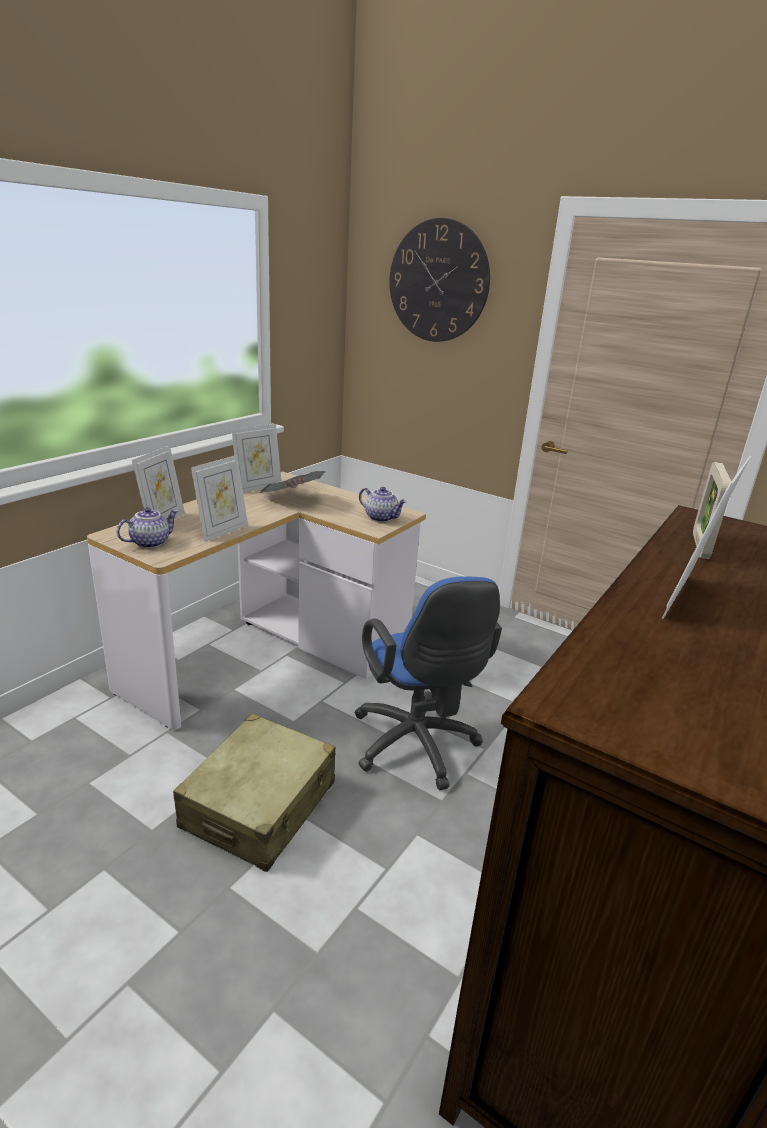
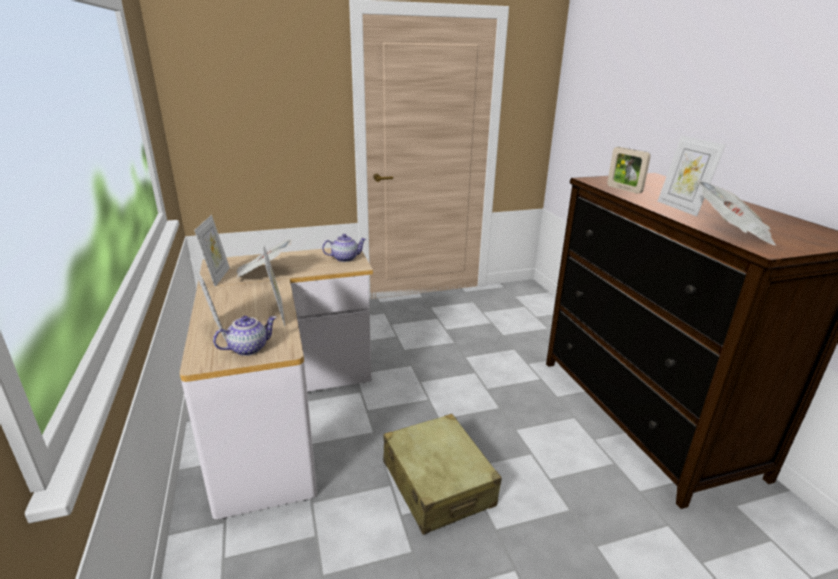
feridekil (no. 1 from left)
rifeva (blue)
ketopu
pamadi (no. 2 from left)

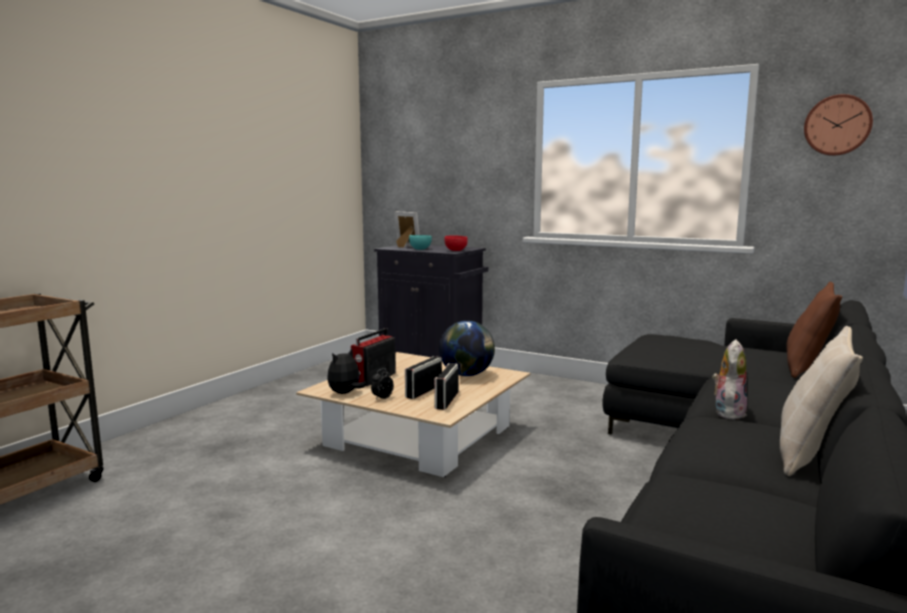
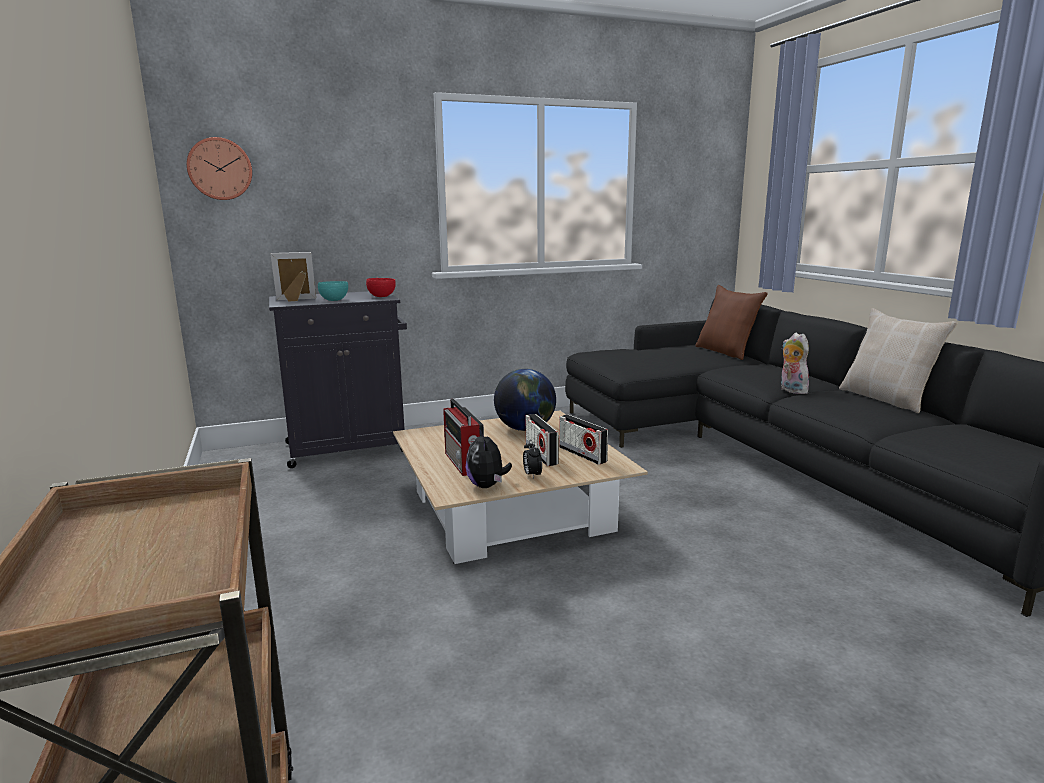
ketopu

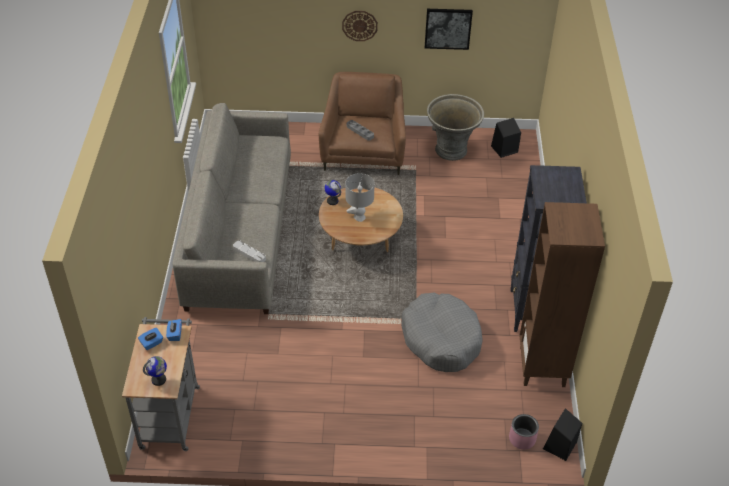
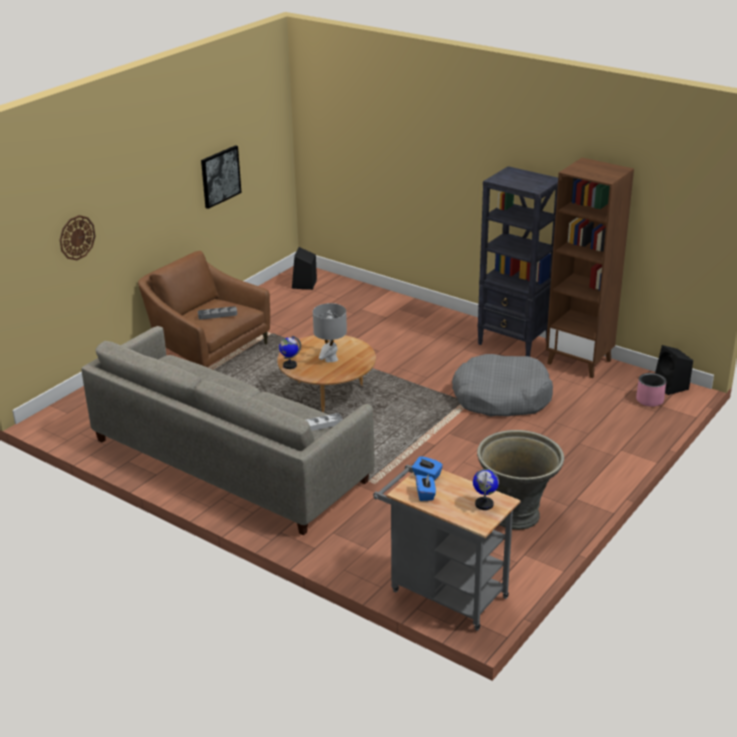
ketopu
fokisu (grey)

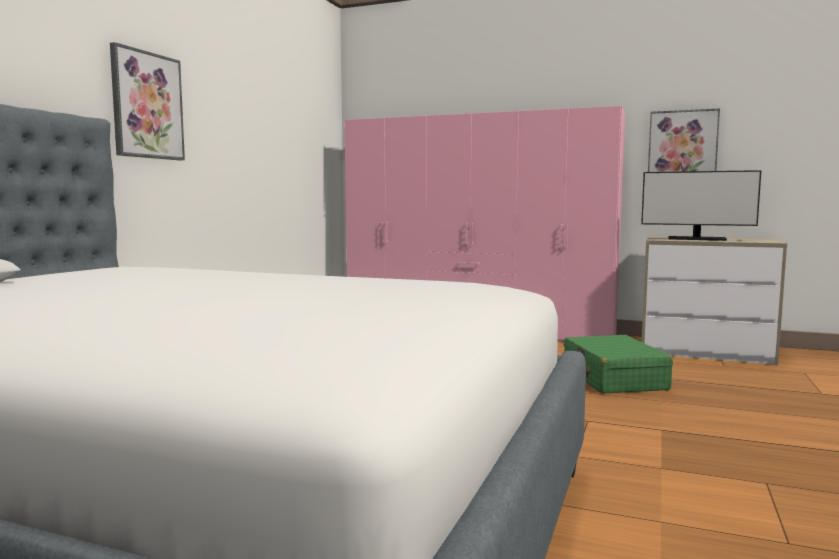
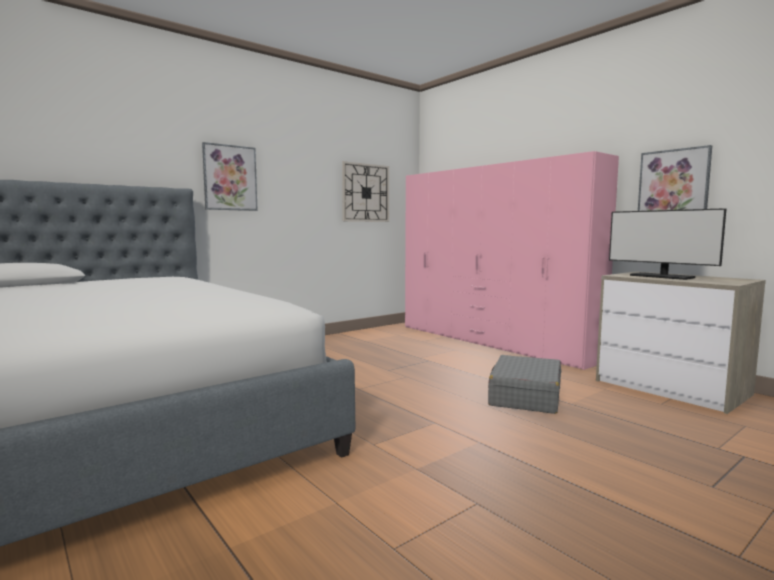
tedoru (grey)
ketopu

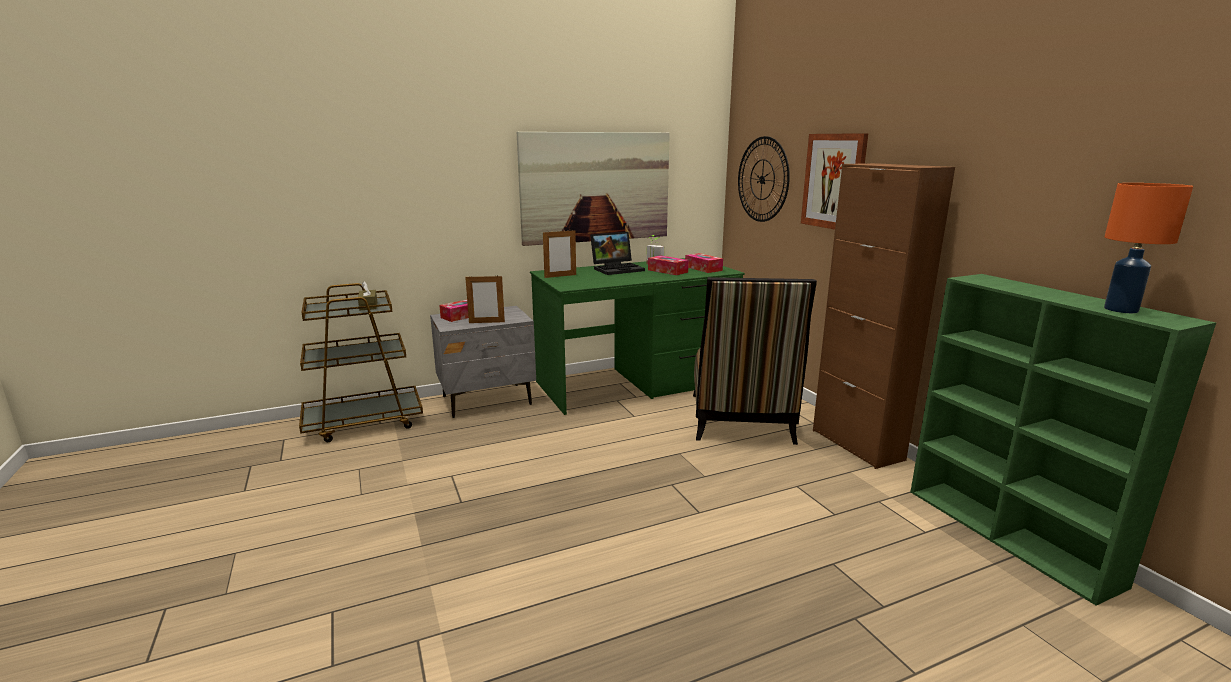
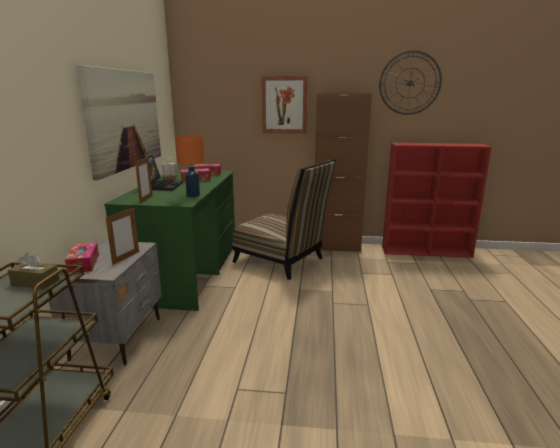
ketopu
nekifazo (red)
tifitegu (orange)

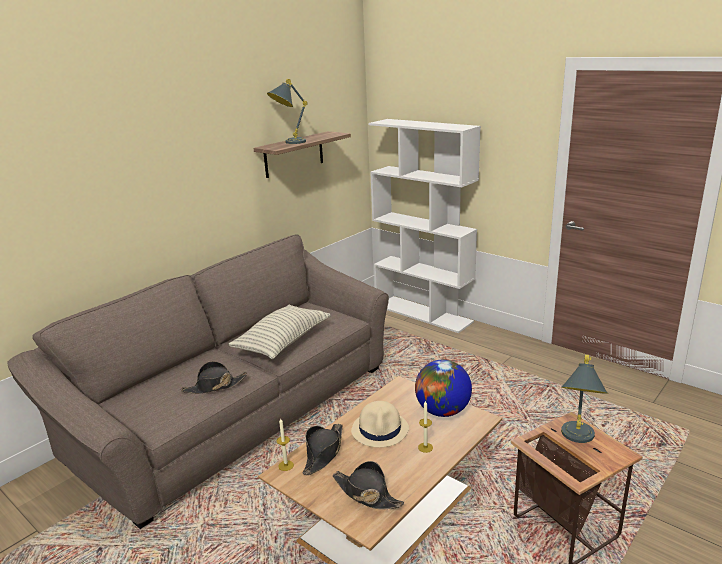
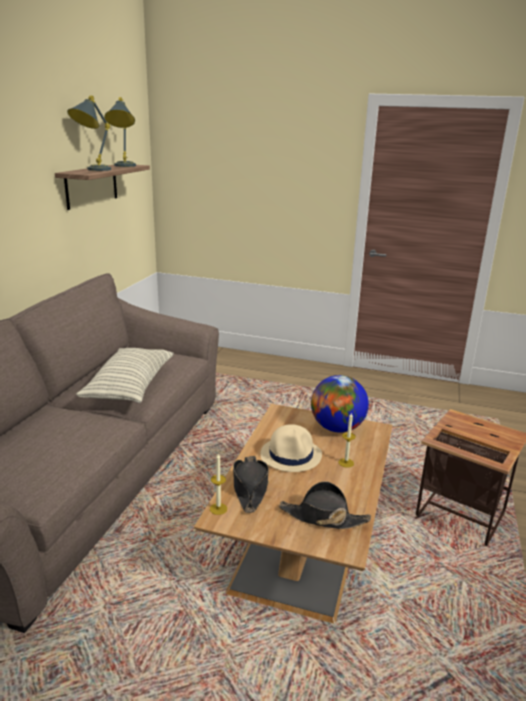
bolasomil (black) (no. 1 from left in the first image)
nekifazo (white)
tifitegu (grey) (no. 2 from left)

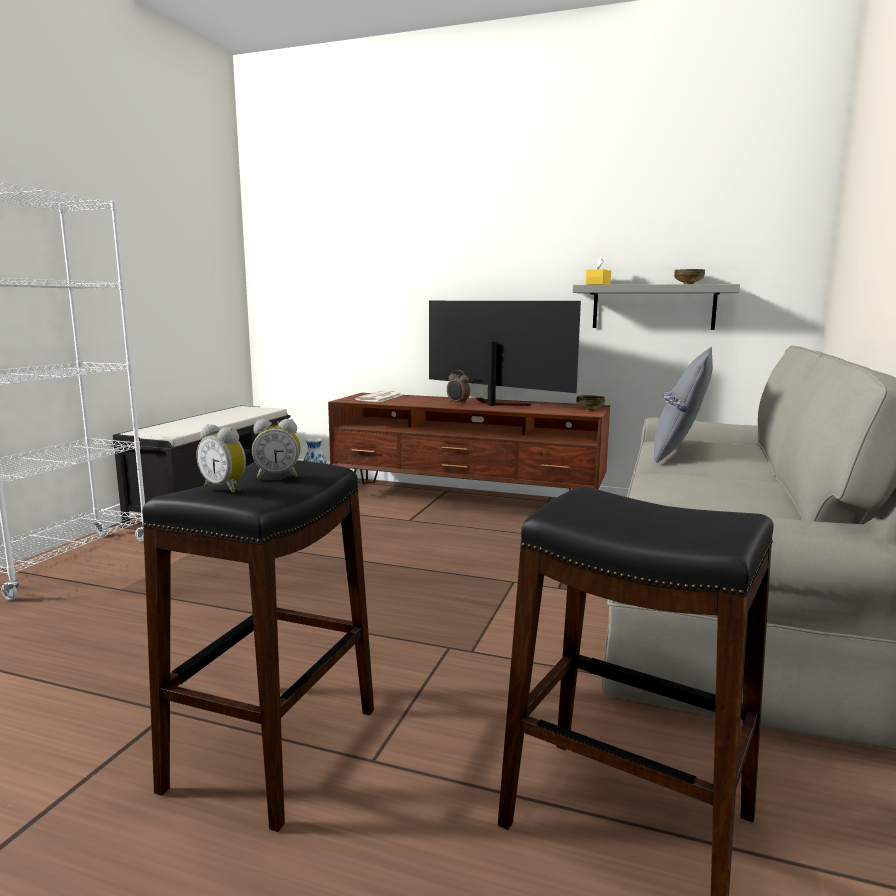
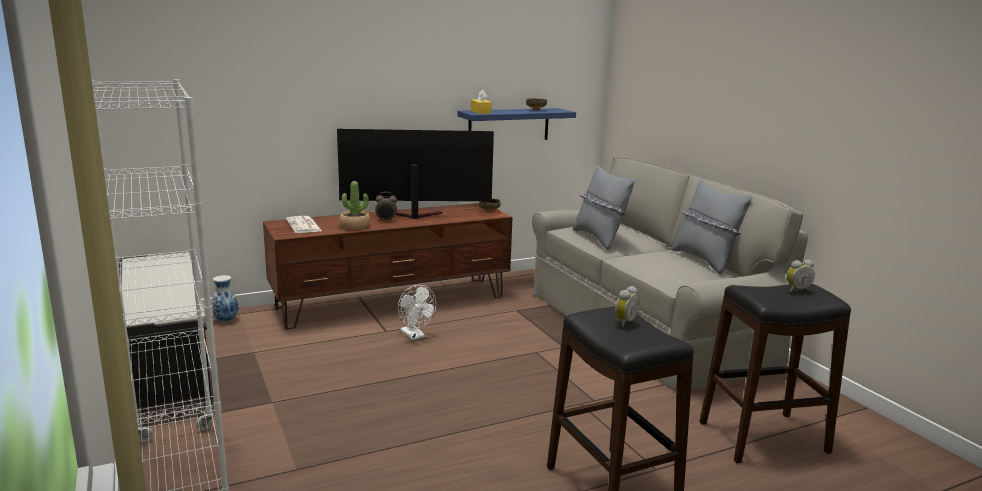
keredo (no. 3 from left)
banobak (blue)
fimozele
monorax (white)
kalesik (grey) (no. 2 from left)

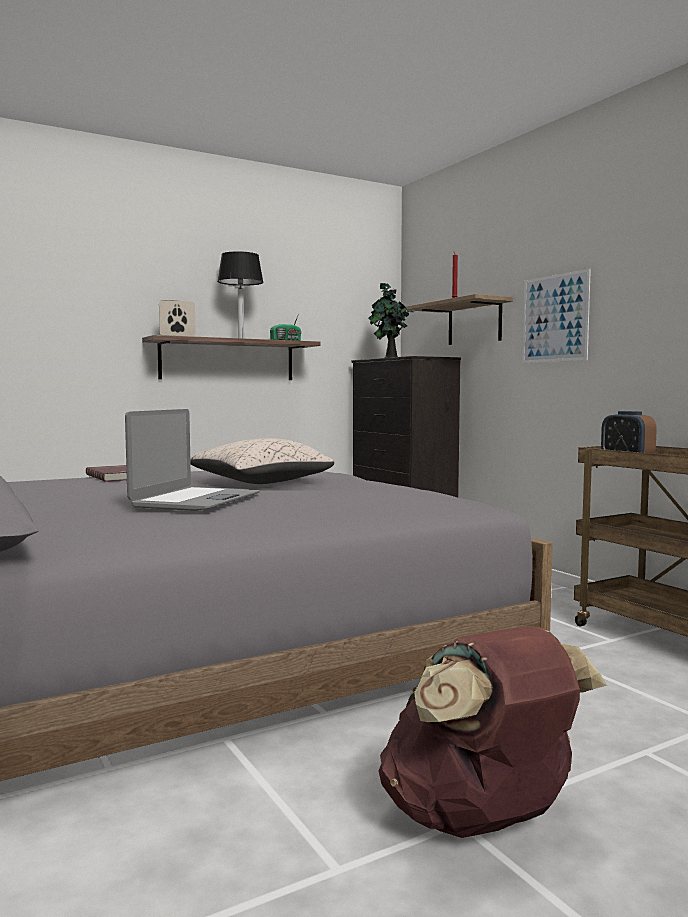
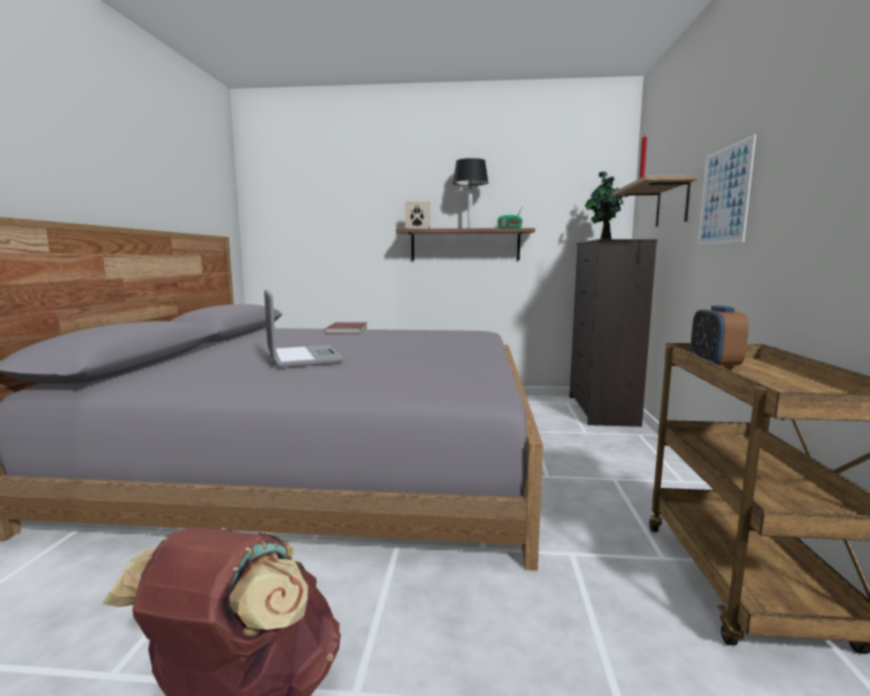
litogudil
kalesik (beige)

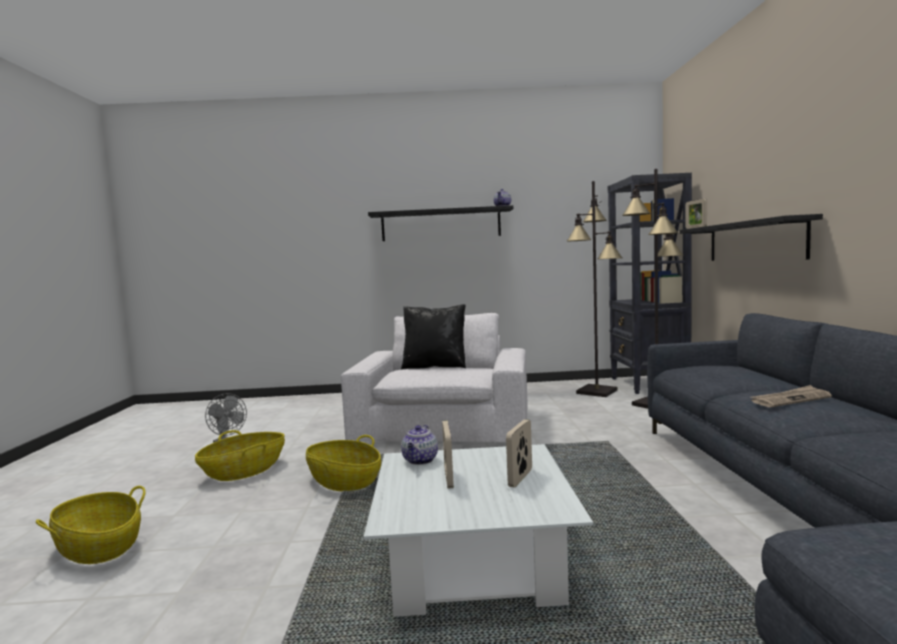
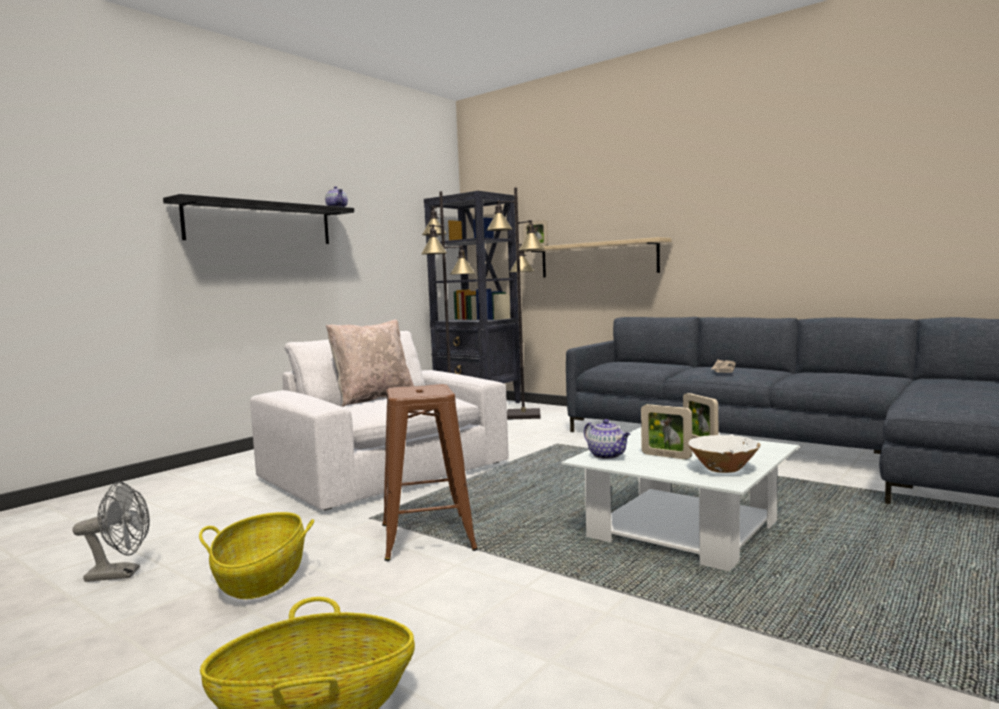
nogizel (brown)
kalesik (beige)
banobak (beige)
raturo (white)

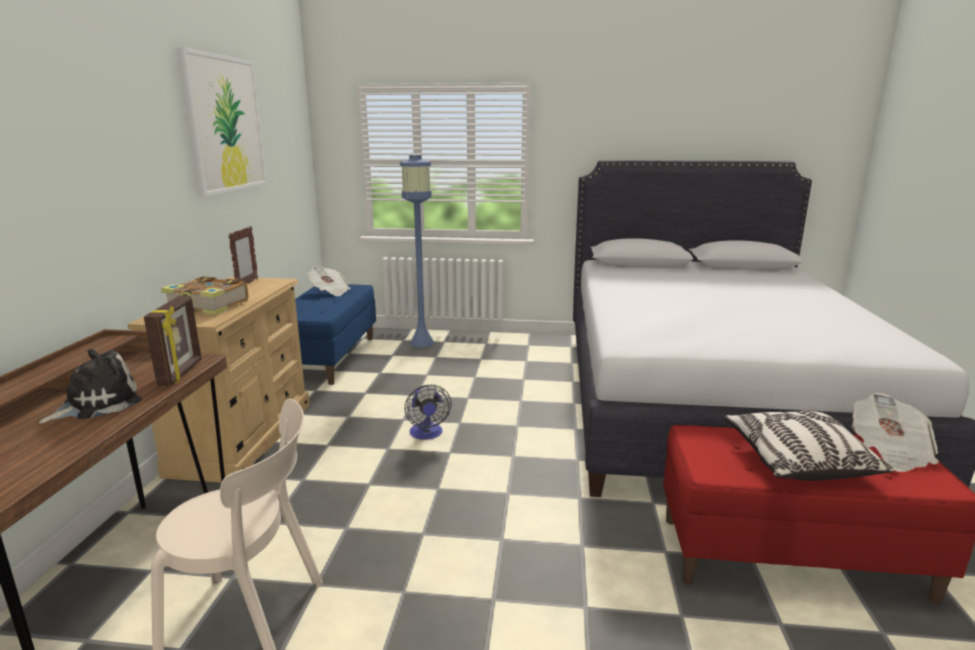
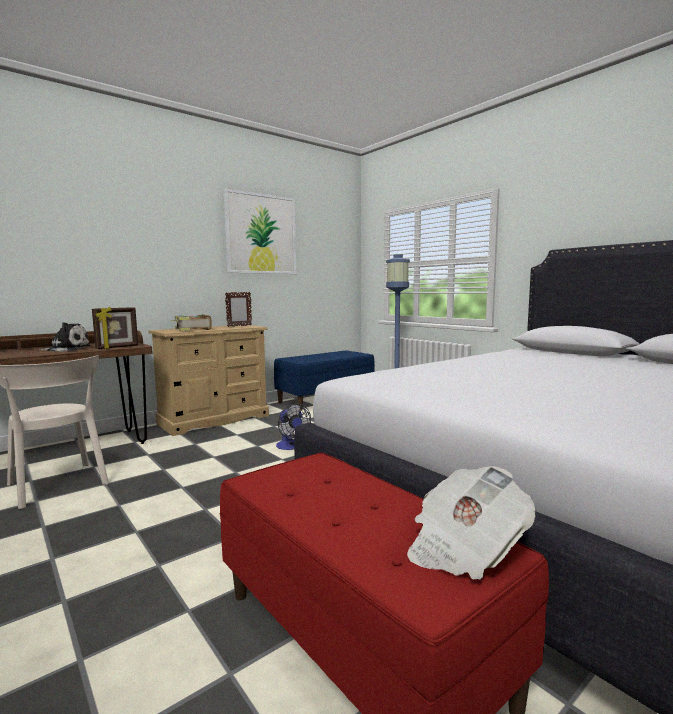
pamadi (no. 1 from left in the first image)
monorax
kalesik

